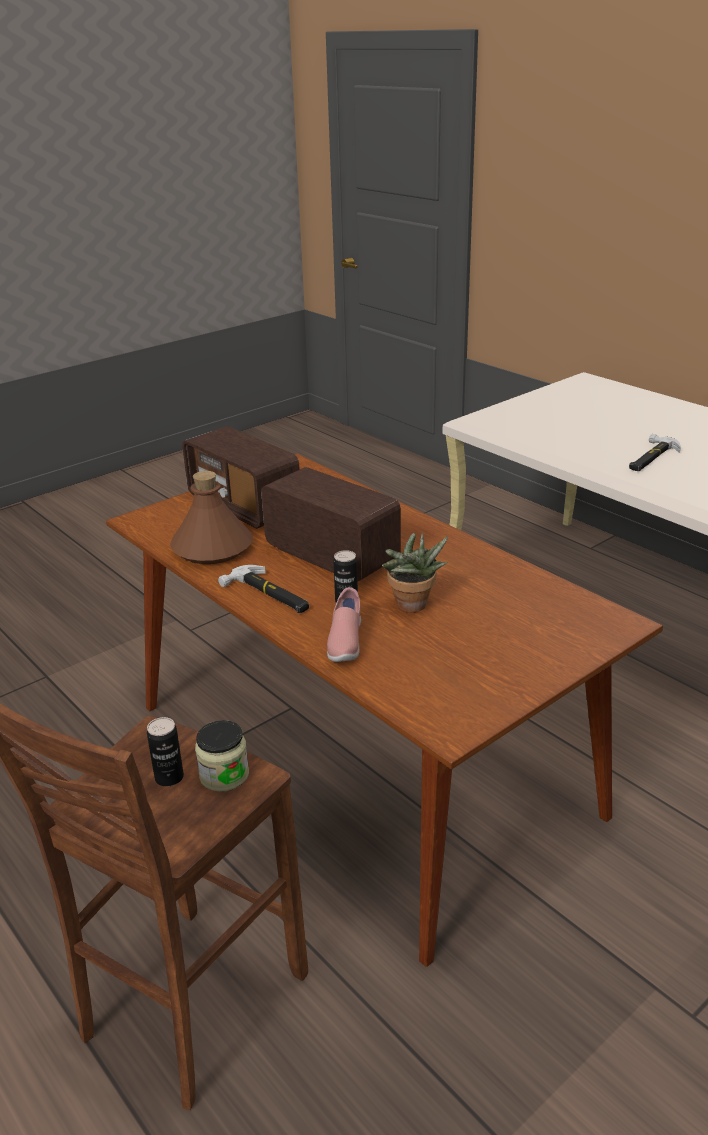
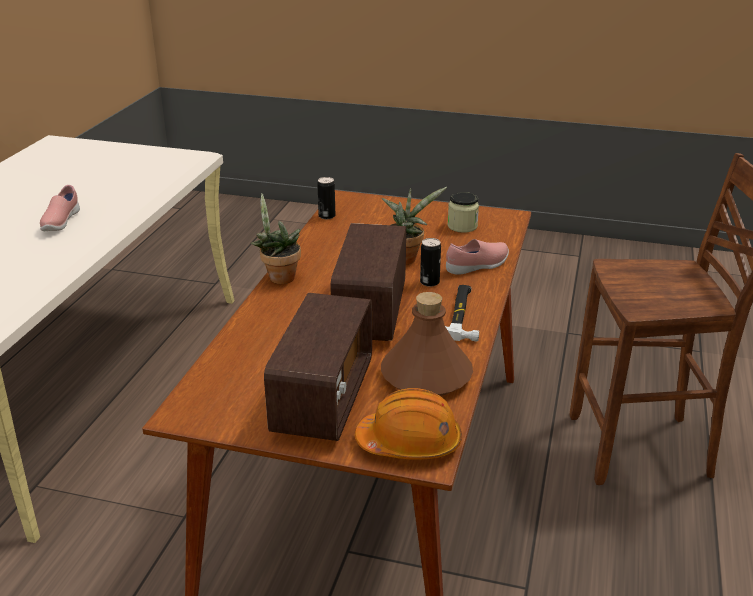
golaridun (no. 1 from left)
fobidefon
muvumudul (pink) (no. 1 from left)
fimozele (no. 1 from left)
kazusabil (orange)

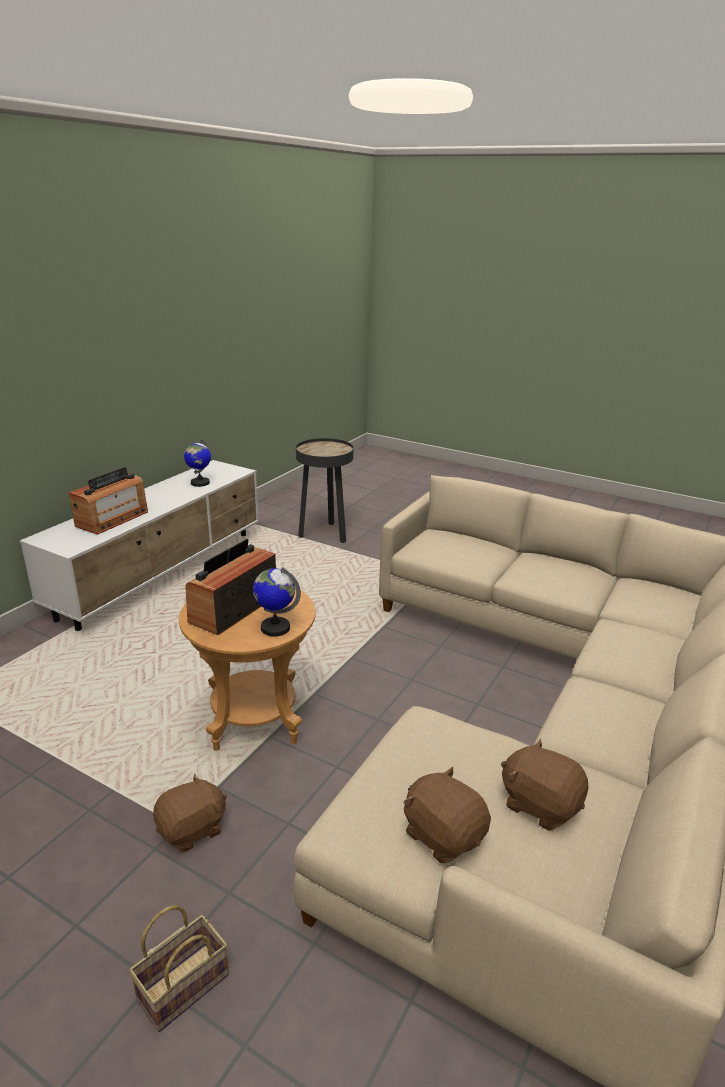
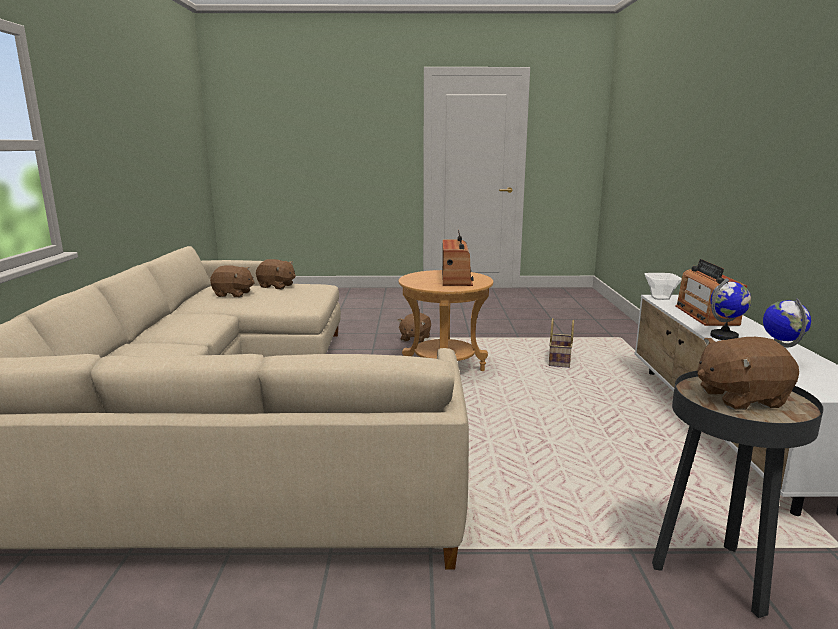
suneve
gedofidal (no. 1 from left)
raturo
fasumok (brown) (no. 4 from left)

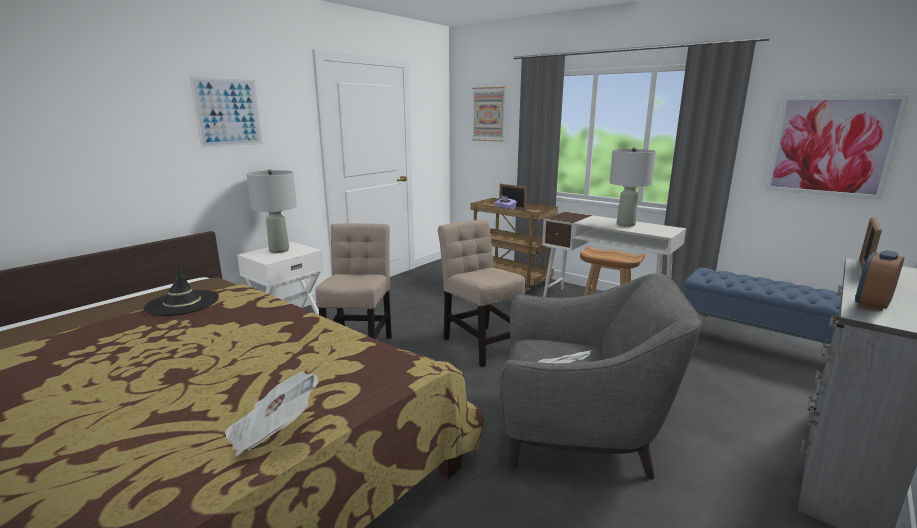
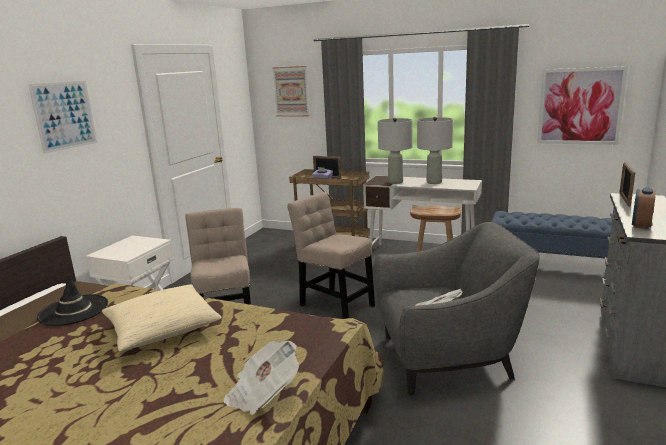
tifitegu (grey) (no. 1 from left)
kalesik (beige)

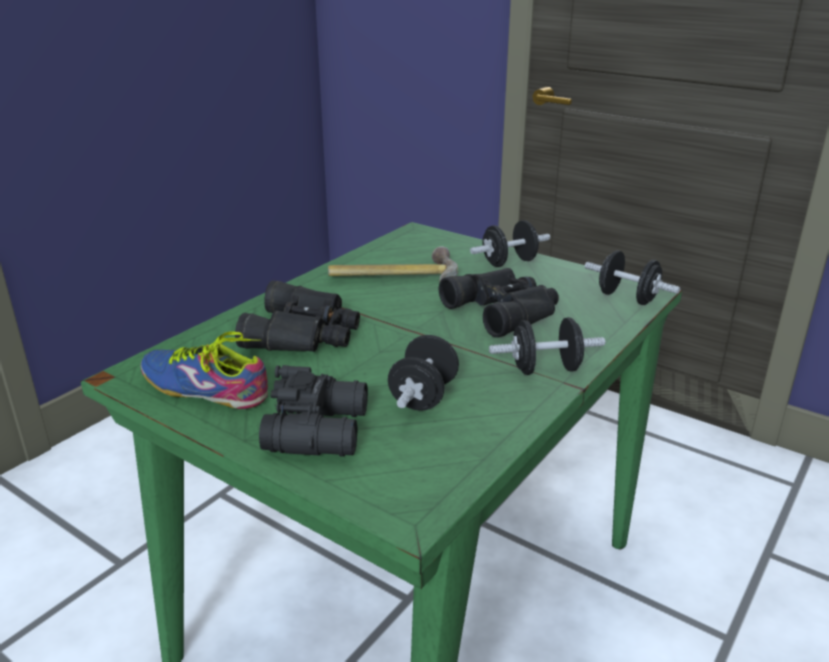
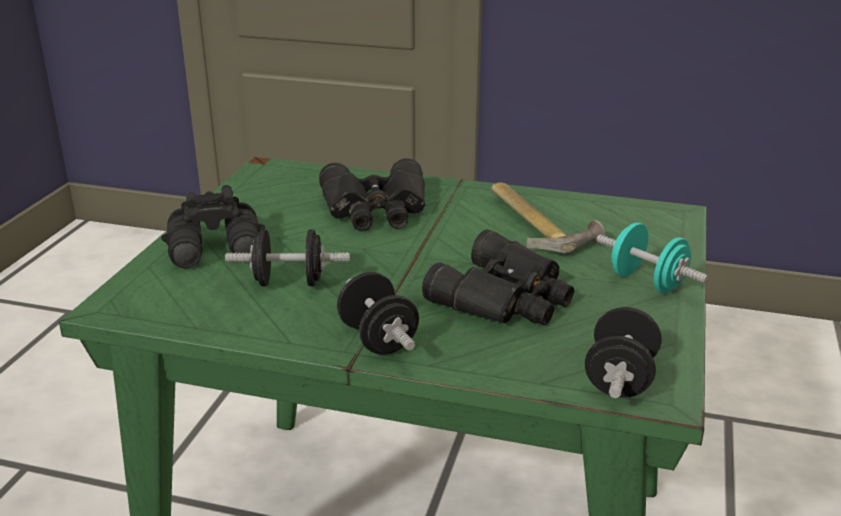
muvumudul
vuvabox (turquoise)

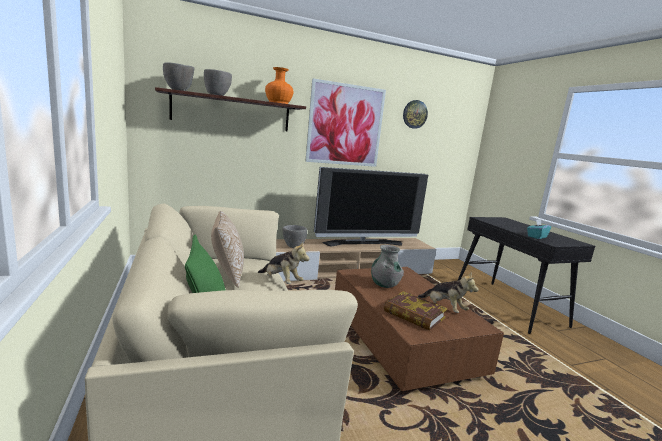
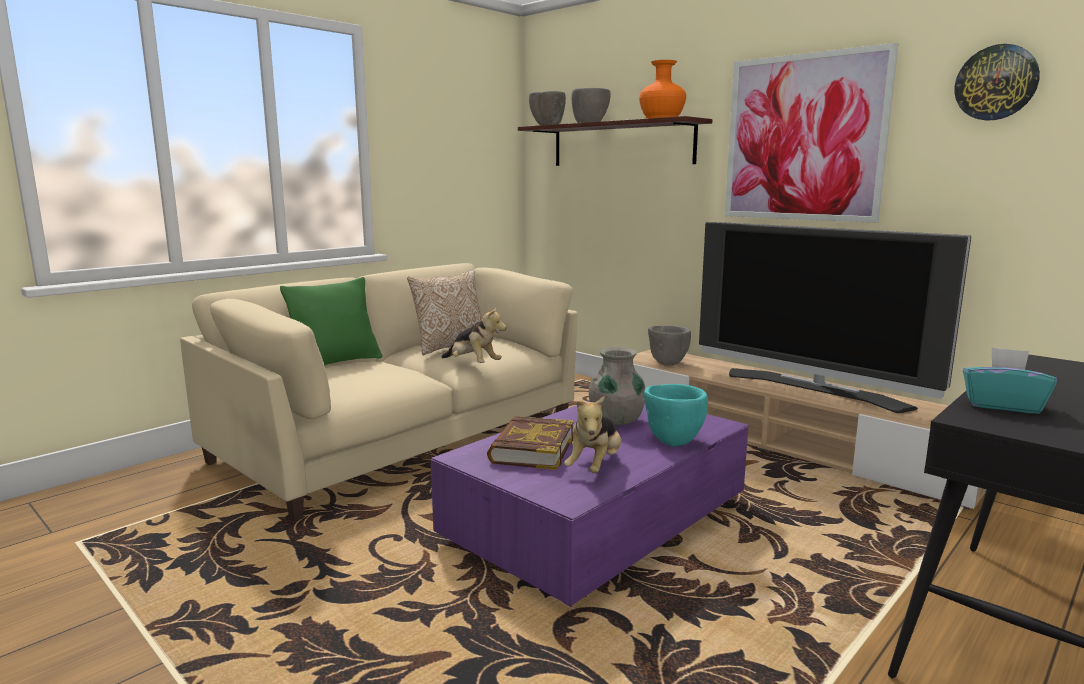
fasumok (no. 1 from left)
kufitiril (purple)
raturo (turquoise)

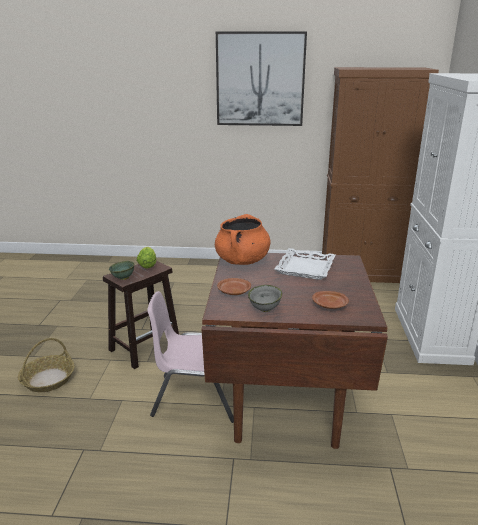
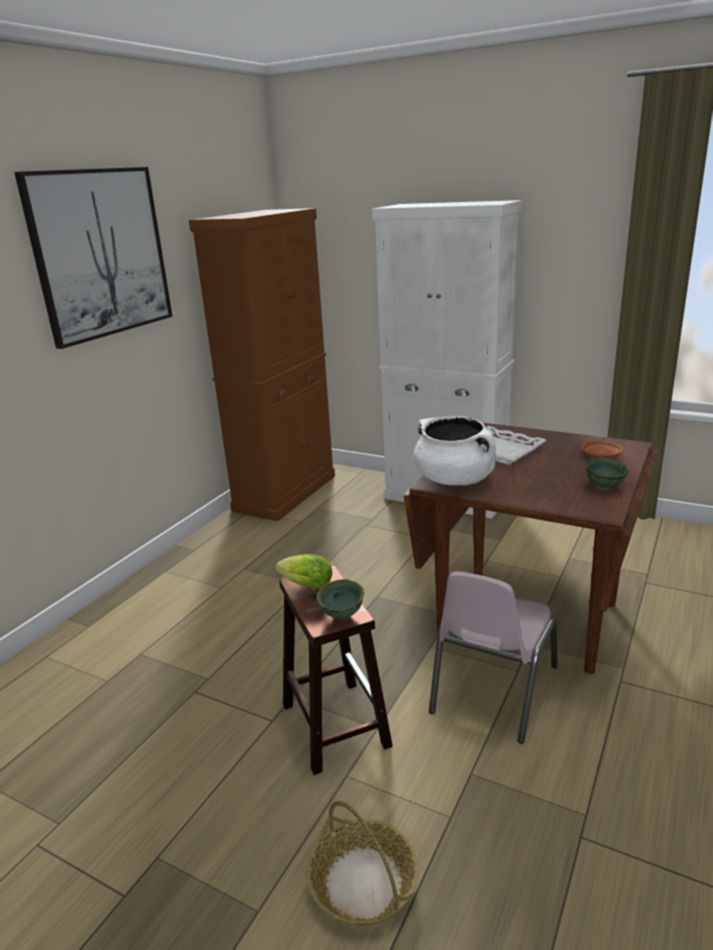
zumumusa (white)
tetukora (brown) (no. 1 from left in the first image)
raturo (green) (no. 2 from left)

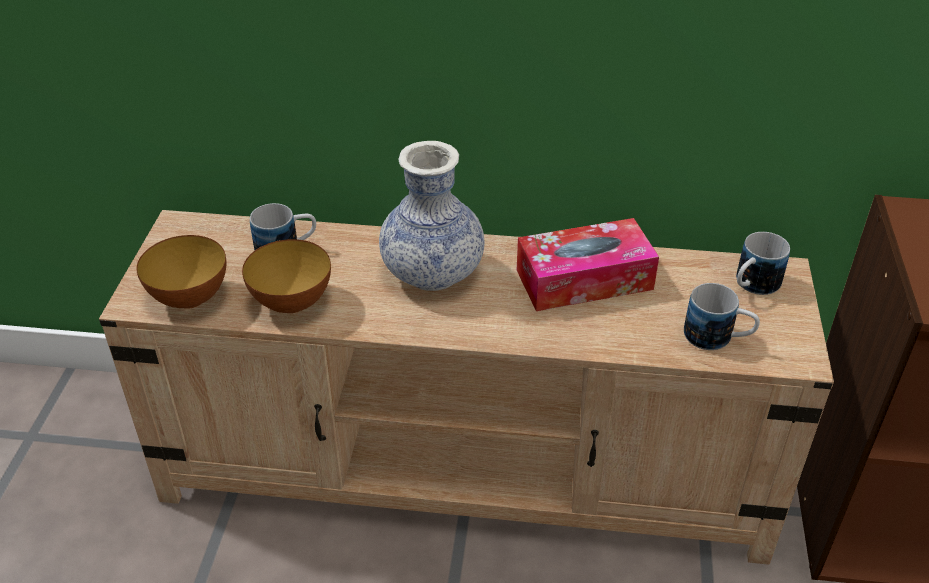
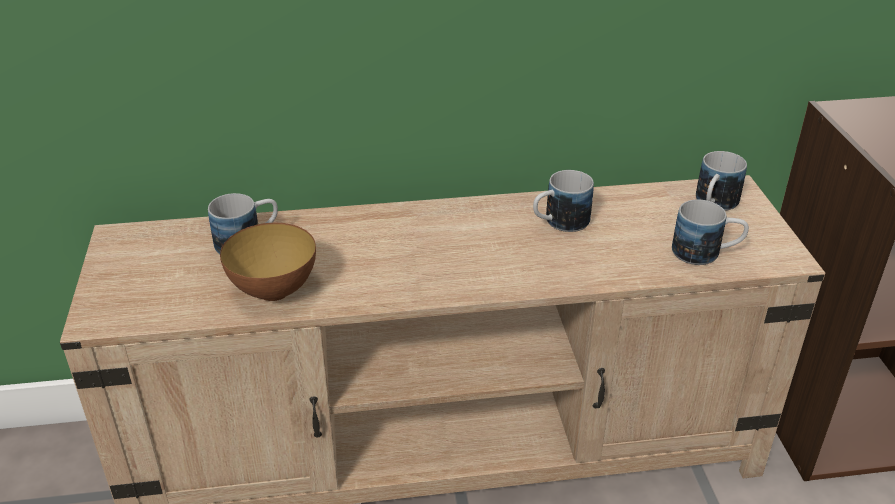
raturo (no. 1 from left in the first image)
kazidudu
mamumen (no. 2 from left)

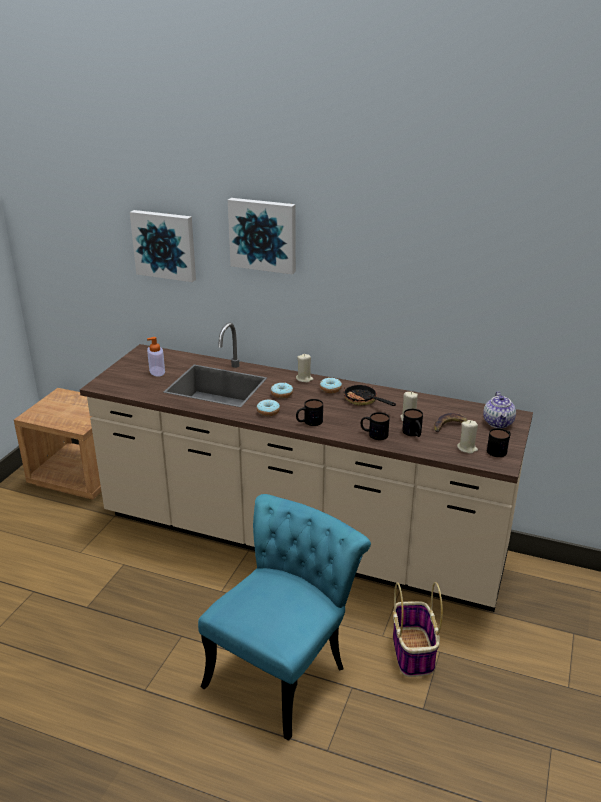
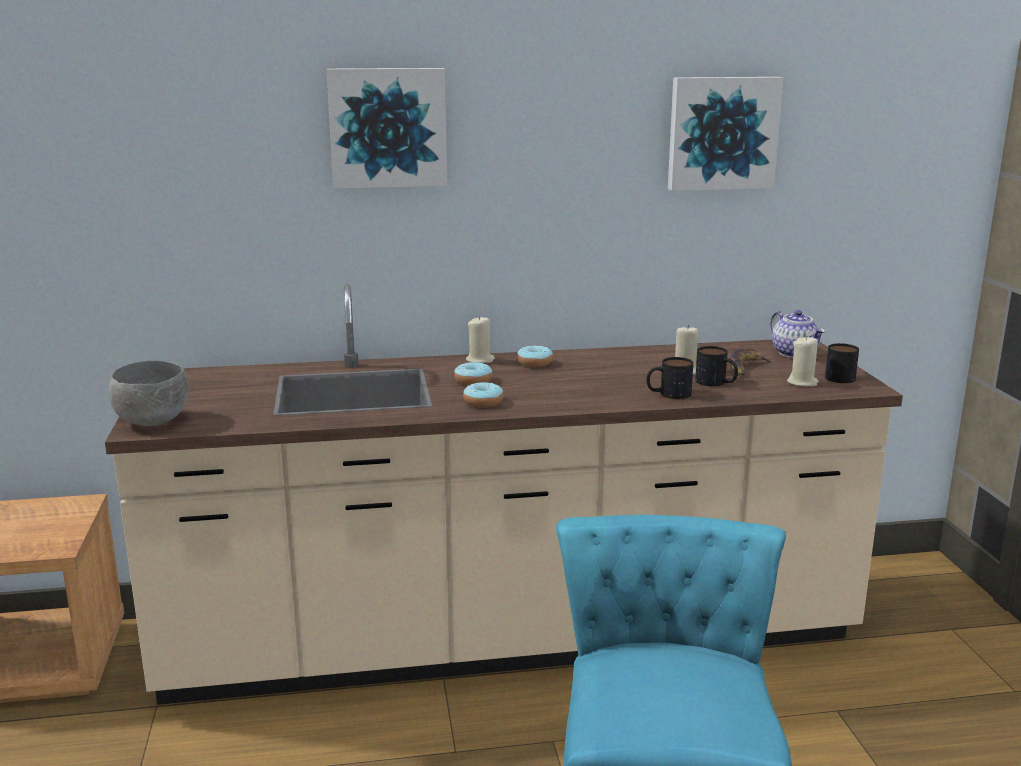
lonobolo (no. 2 from left)
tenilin
mamumen (no. 1 from left in the first image)
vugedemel
suneve
raturo (grey)

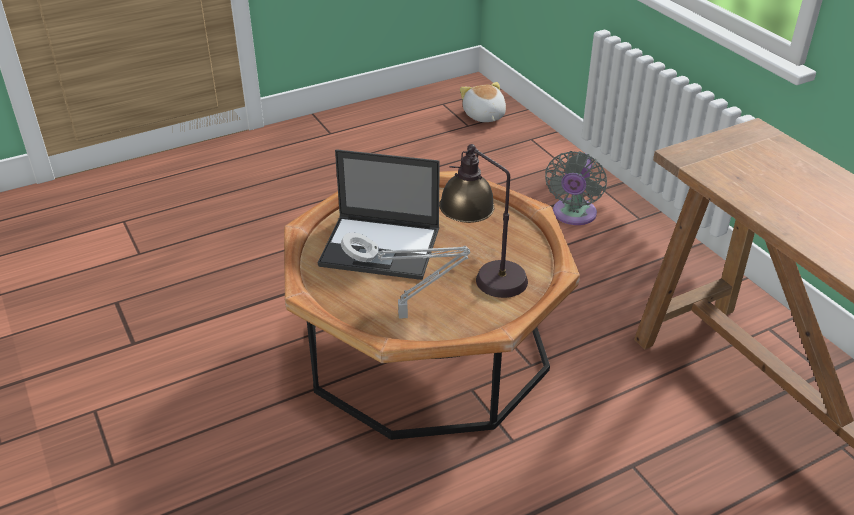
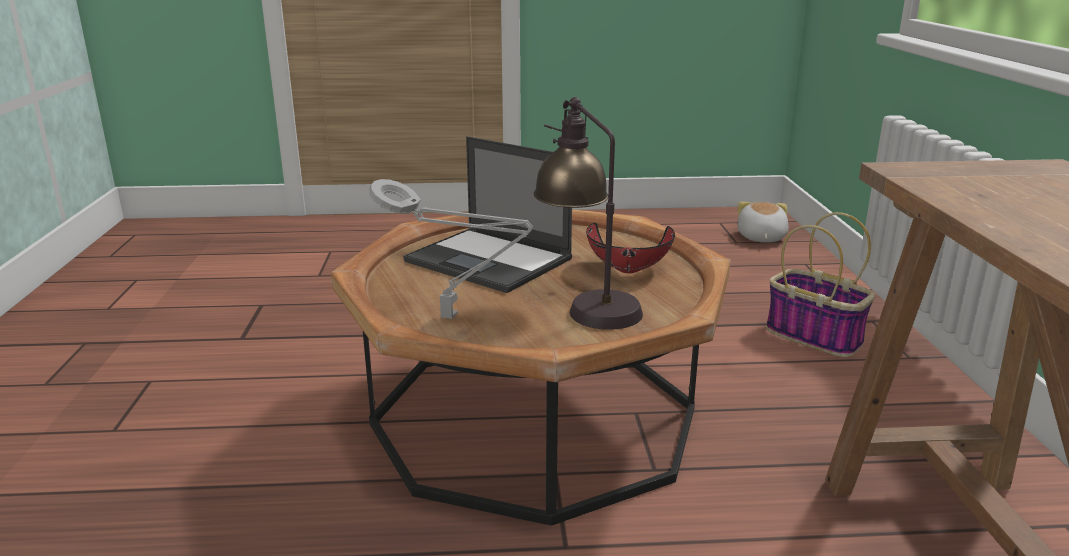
suneve
raturo (red)

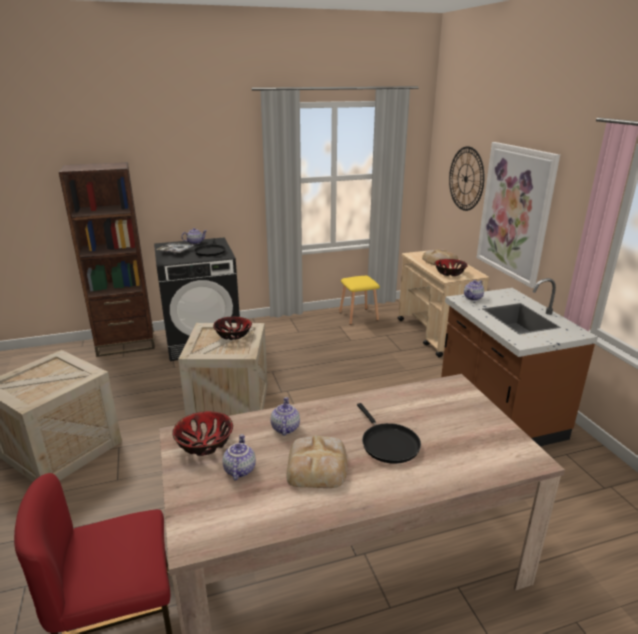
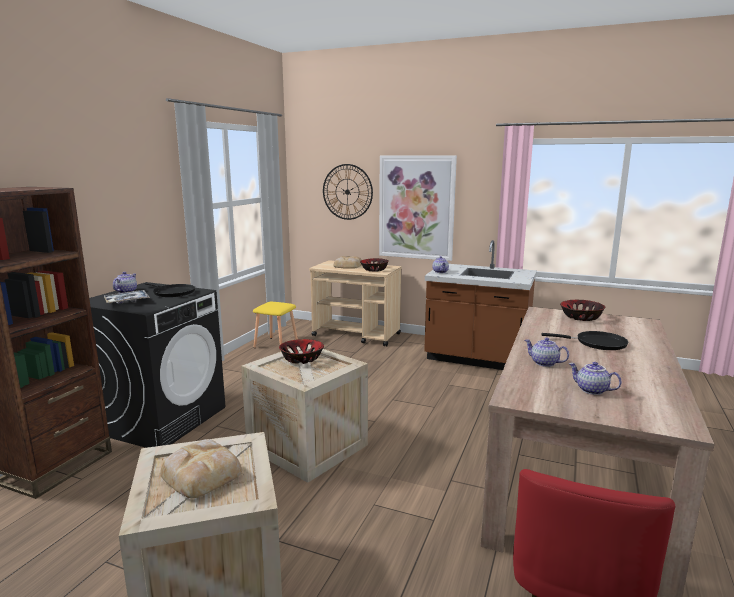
raturo (no. 3 from left)
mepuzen (no. 1 from left)

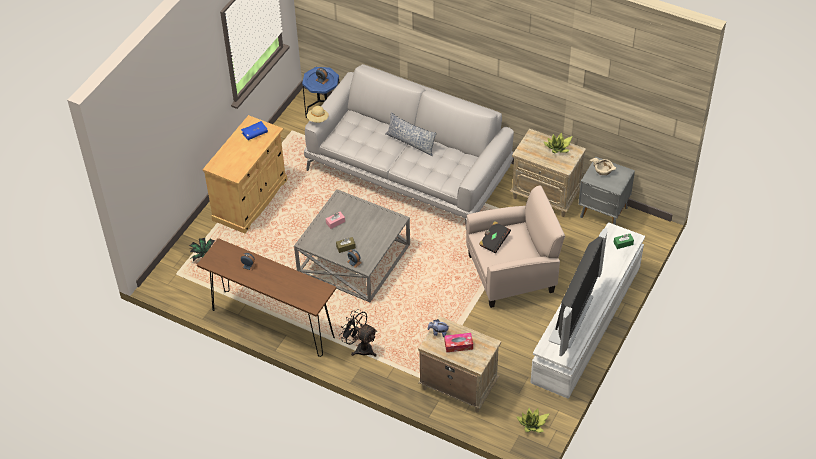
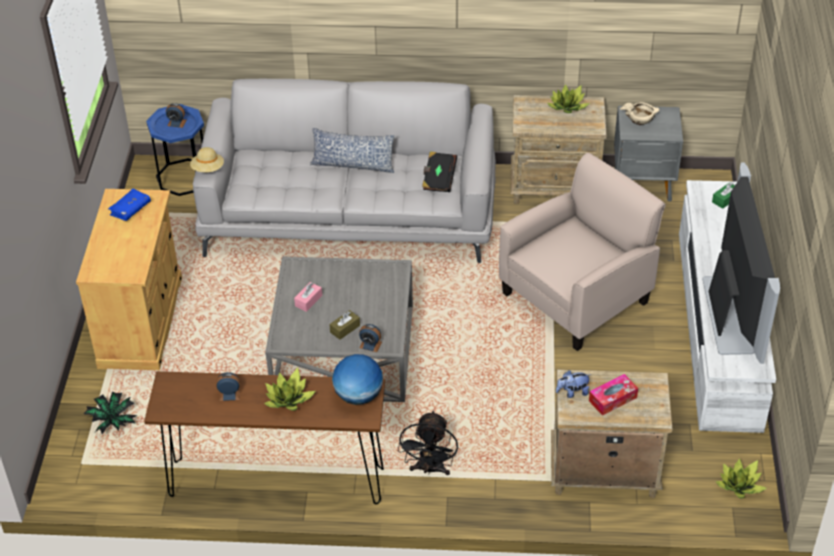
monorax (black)
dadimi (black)
fimozele (no. 2 from left)
gedofidal

